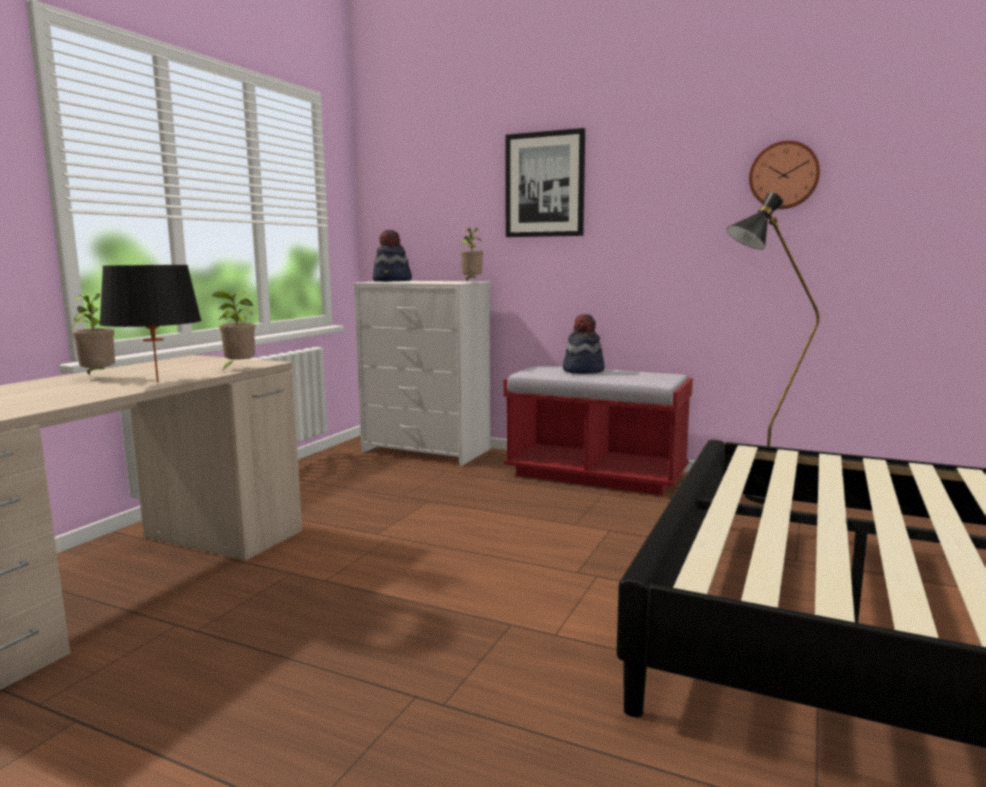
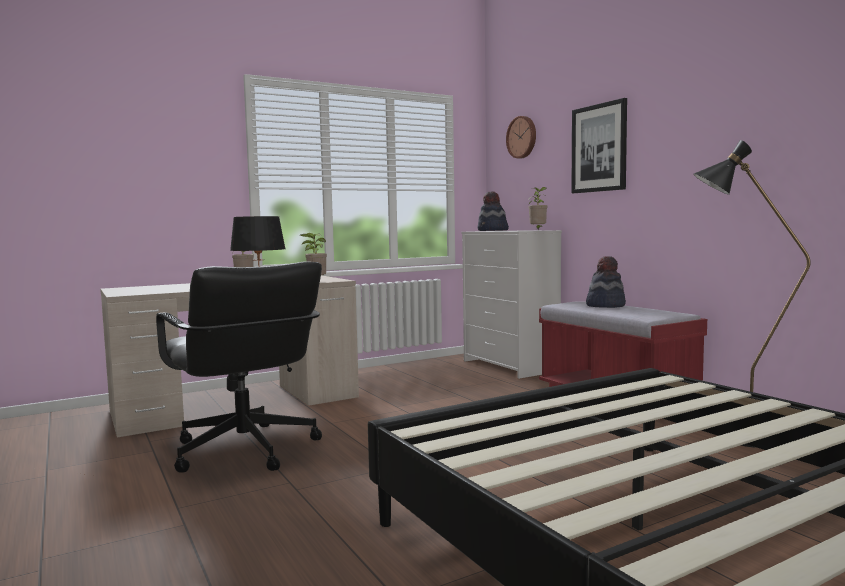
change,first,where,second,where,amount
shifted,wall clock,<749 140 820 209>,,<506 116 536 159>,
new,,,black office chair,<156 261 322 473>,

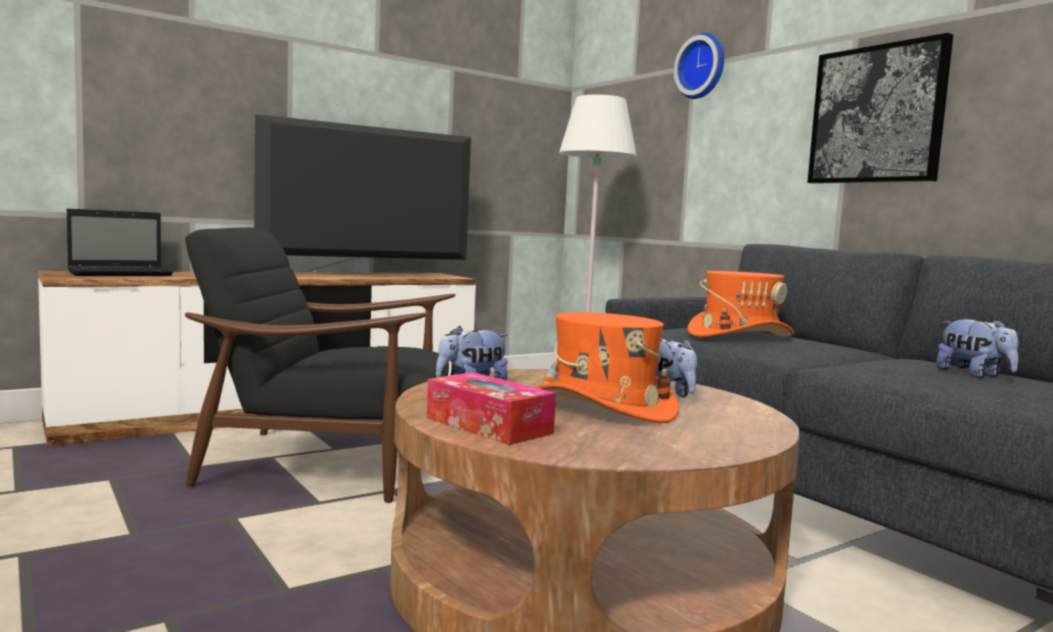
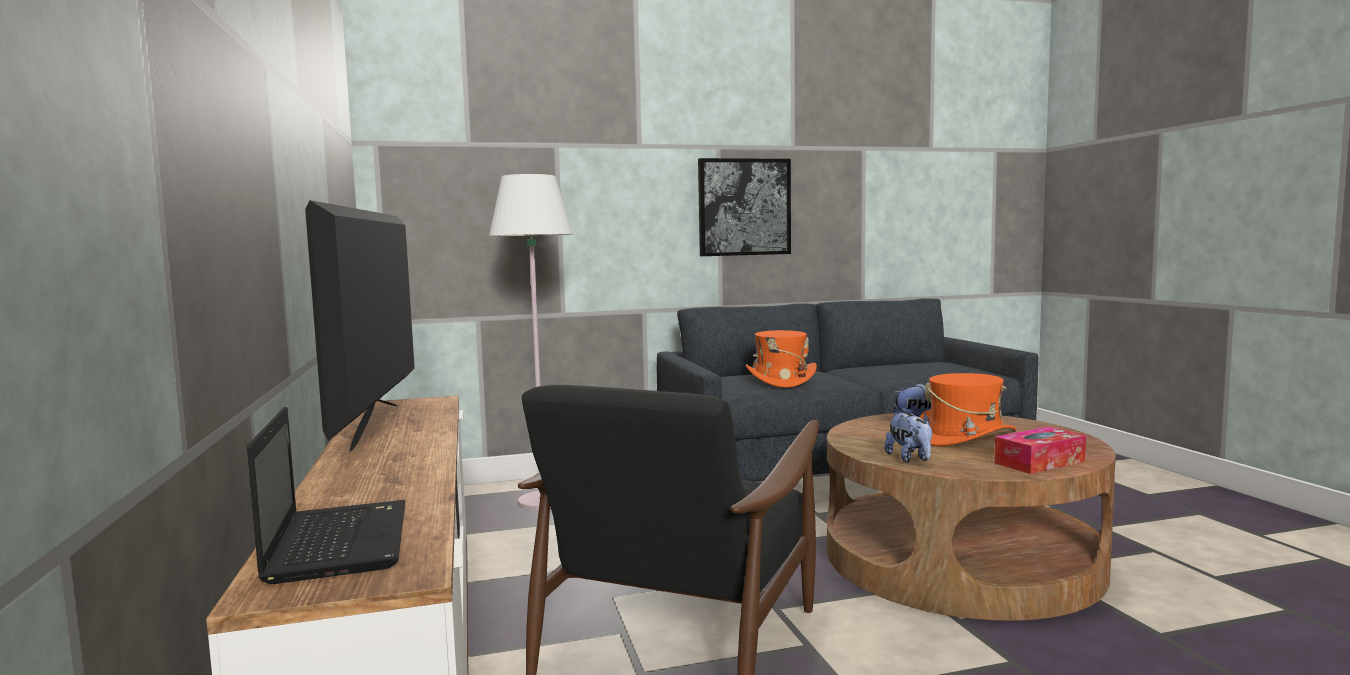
change,first,where,second,where,amount
gone,wall clock,<674 33 724 99>,,,
gone,plush toy,<936 319 1018 378>,,,

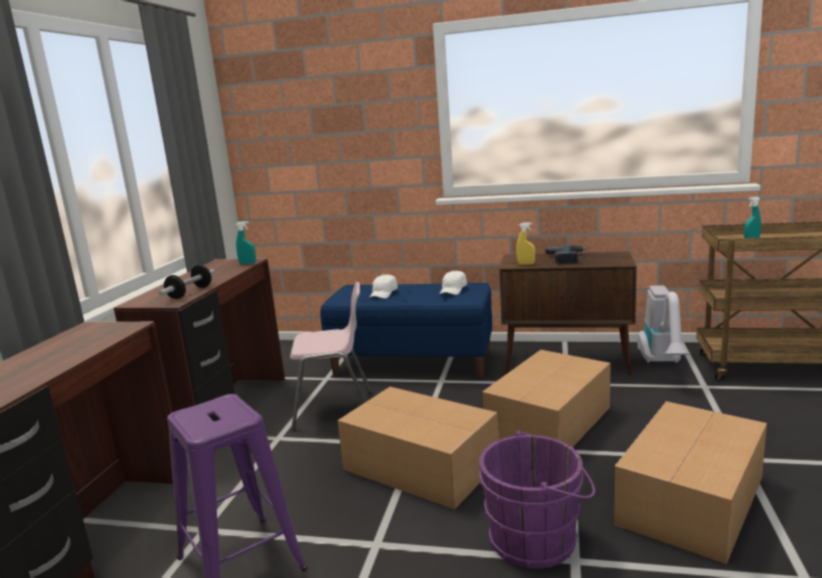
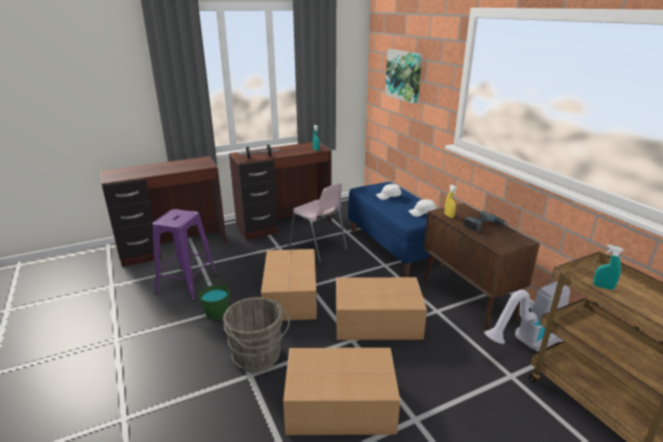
change,first,where,second,where,amount
repainted,purple bucket,<479 431 595 569>,grey bucket,<223 297 290 372>,
new,,,picture,<385 49 422 104>,
new,,,green bucket,<198 280 231 320>,

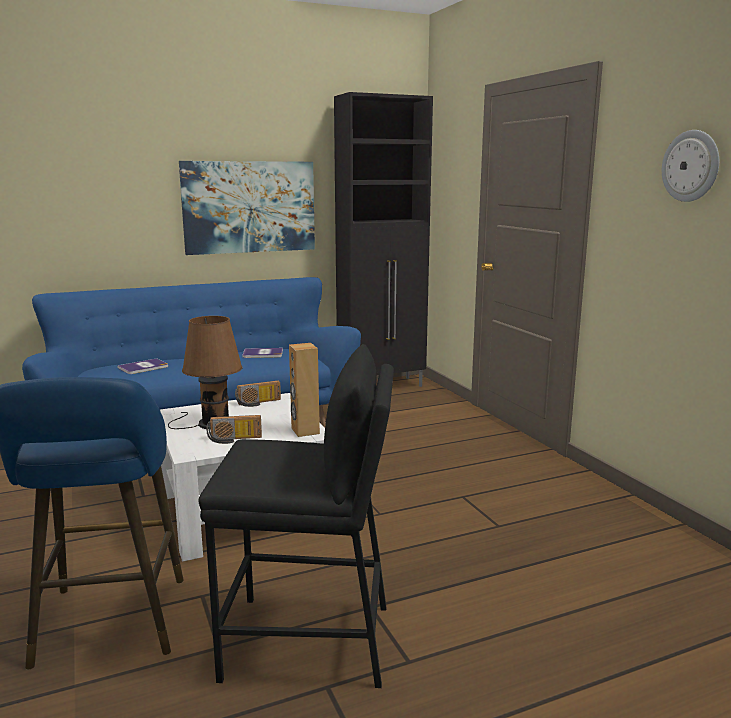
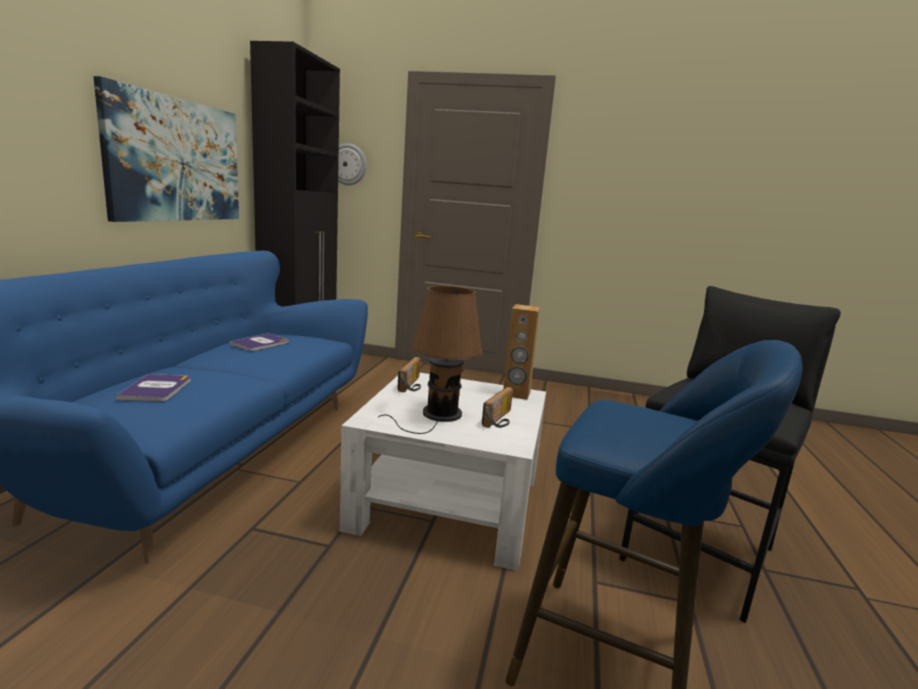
change,first,where,second,where,amount
shifted,wall clock,<662 130 719 202>,,<338 143 366 185>,

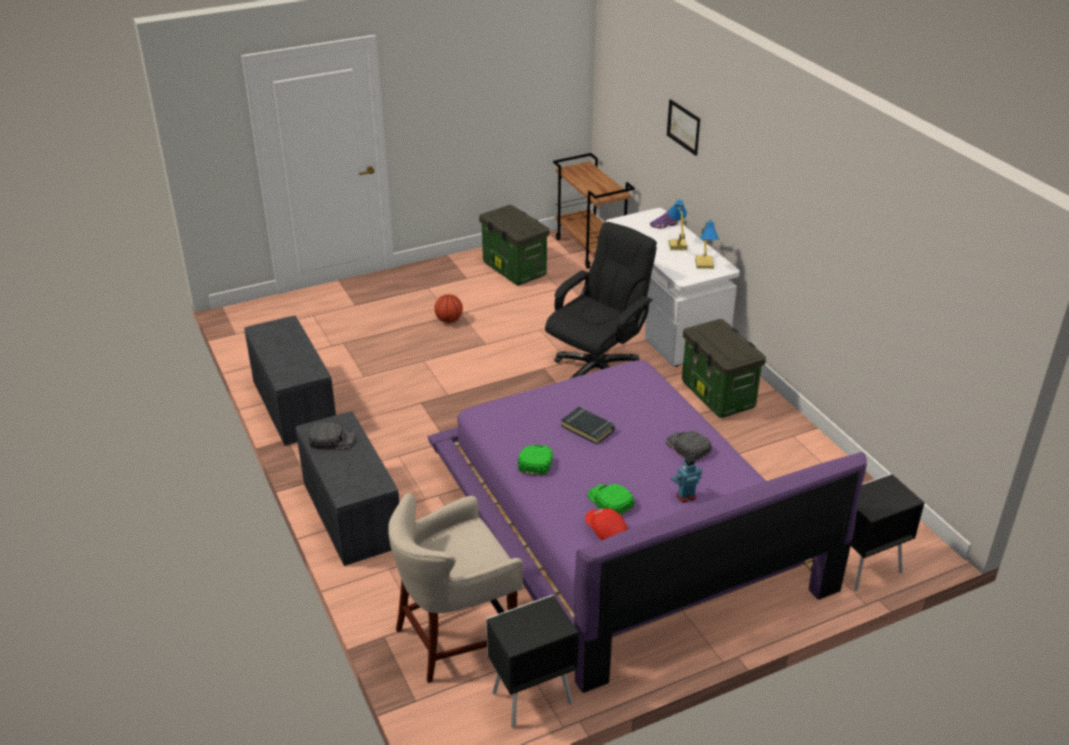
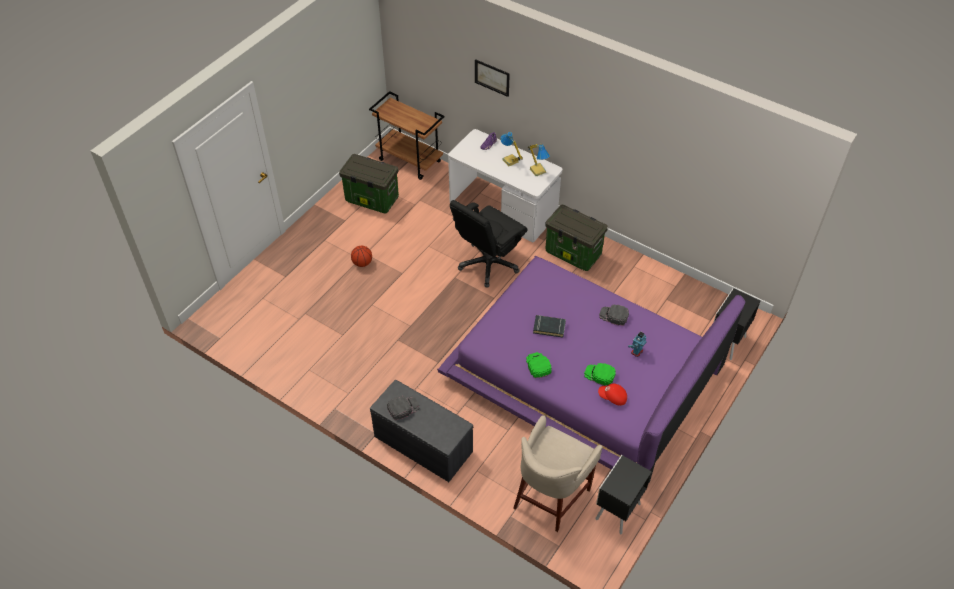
change,first,where,second,where,amount
rotated,black office chair,<545 222 657 379>,,<450 200 527 287>,150 degrees counterclockwise
gone,grey bench,<244 316 336 446>,,,

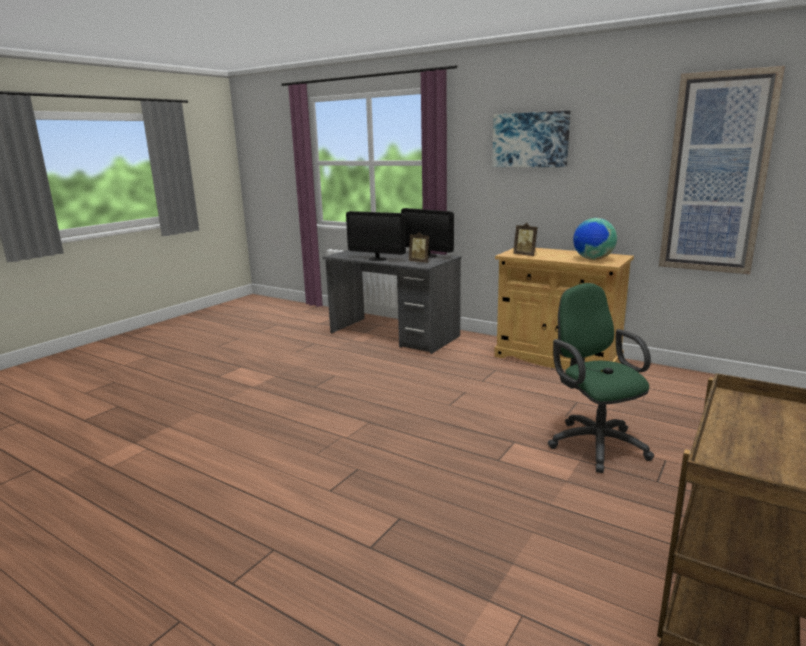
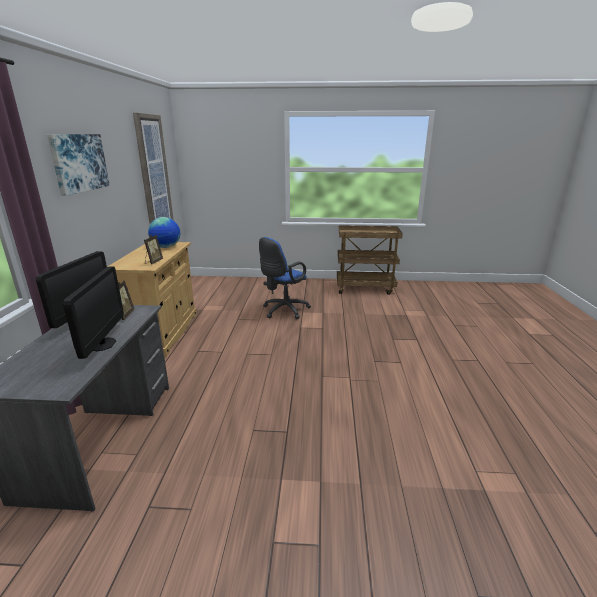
change,first,where,second,where,amount
repainted,green office chair,<548 283 654 473>,blue office chair,<259 237 311 319>,

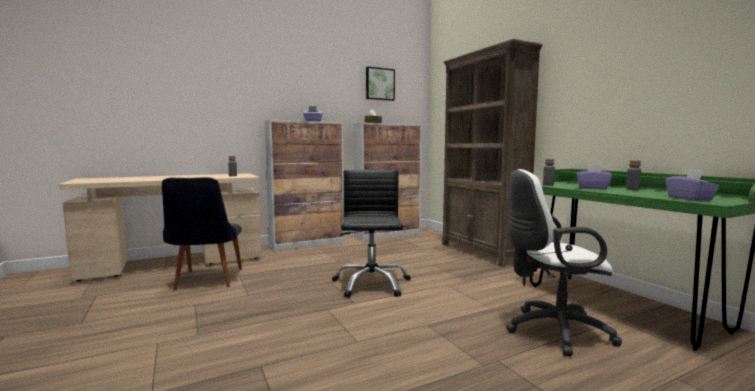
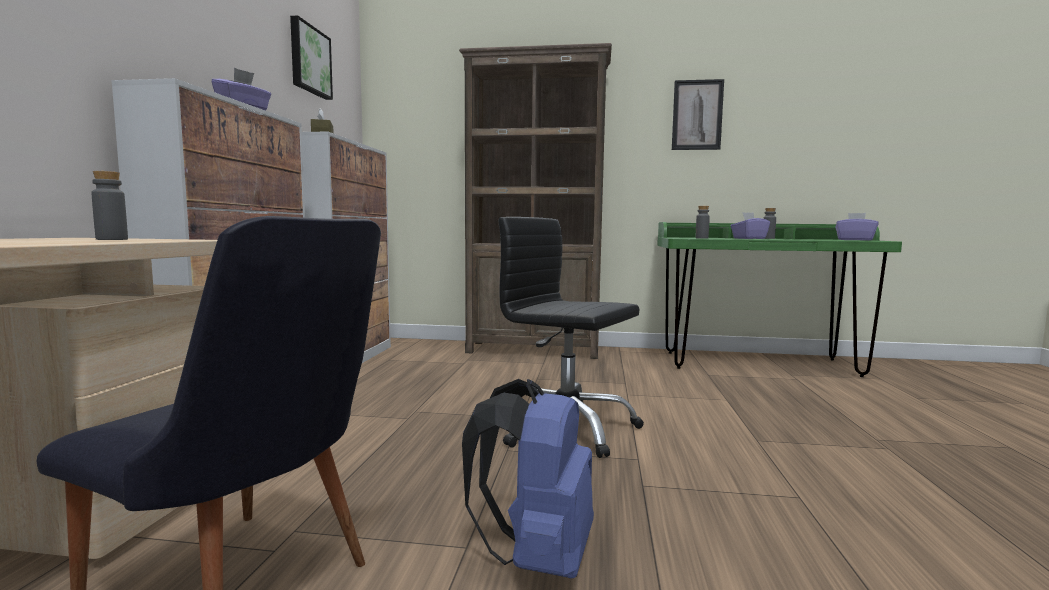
change,first,where,second,where,amount
gone,white office chair,<506 169 622 356>,,,
new,,,picture,<672 79 724 150>,
new,,,blue backpack,<462 379 594 579>,

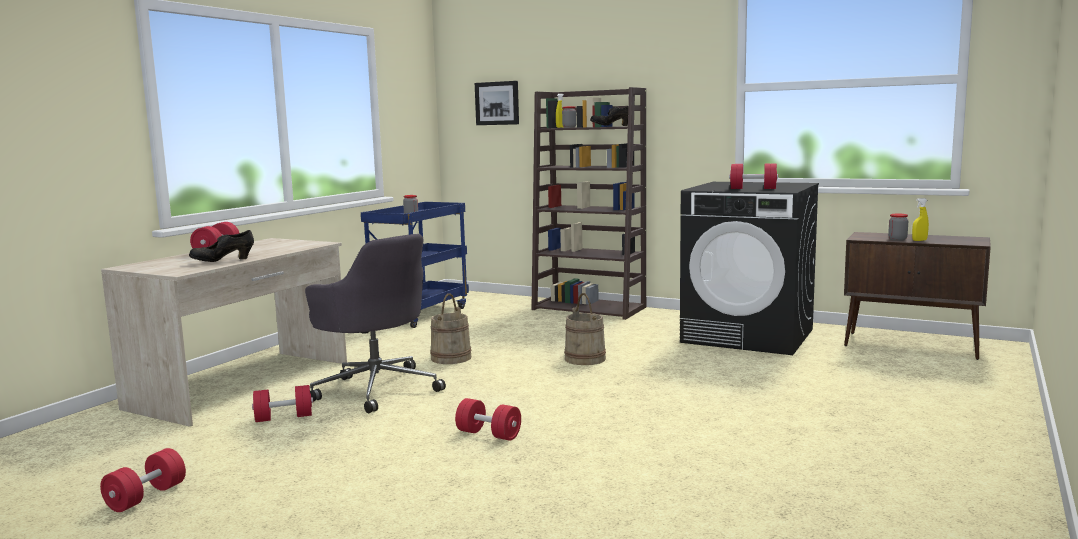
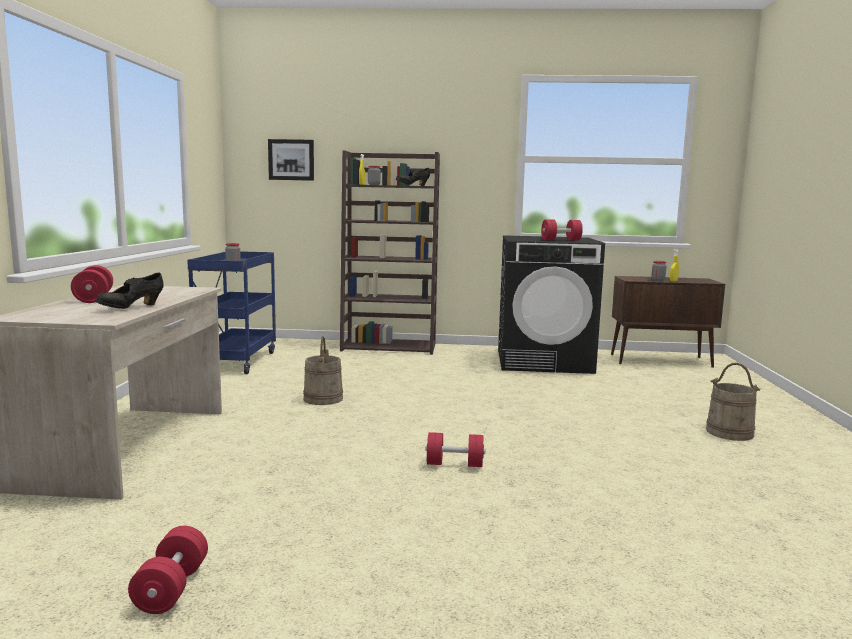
change,first,where,second,where,amount
gone,grey office chair,<305 234 446 413>,,,
shifted,beige bucket,<564 293 606 365>,,<706 363 761 441>,
gone,red dumbbell,<252 385 313 422>,,,

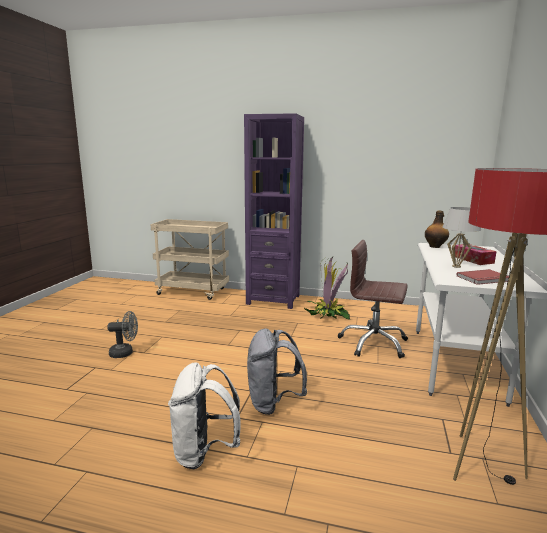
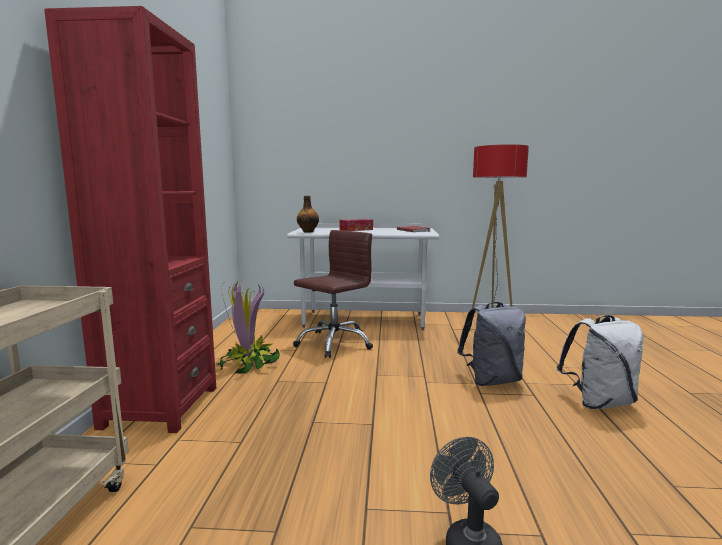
change,first,where,second,where,amount
repainted,purple bookcase,<244 113 304 309>,red bookcase,<44 6 216 433>,
gone,white table lamp,<443 207 481 268>,,,
rotated,brown office chair,<338 240 408 358>,,<293 230 373 358>,150 degrees counterclockwise

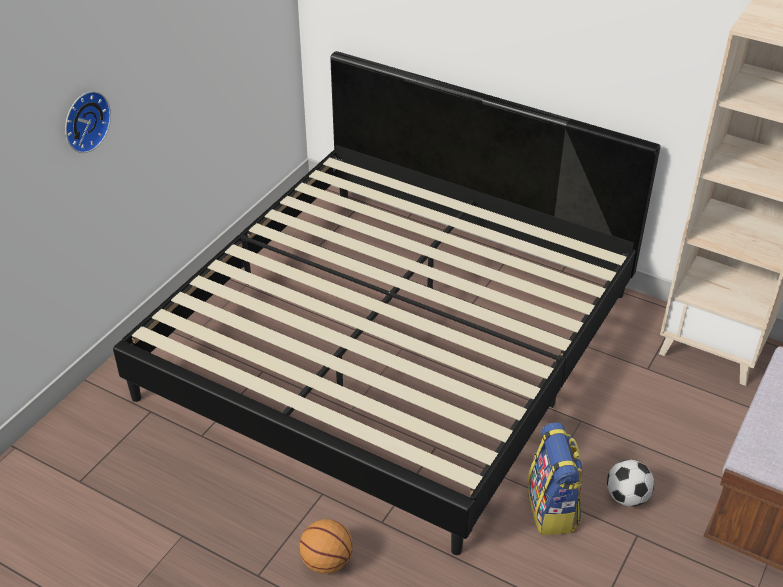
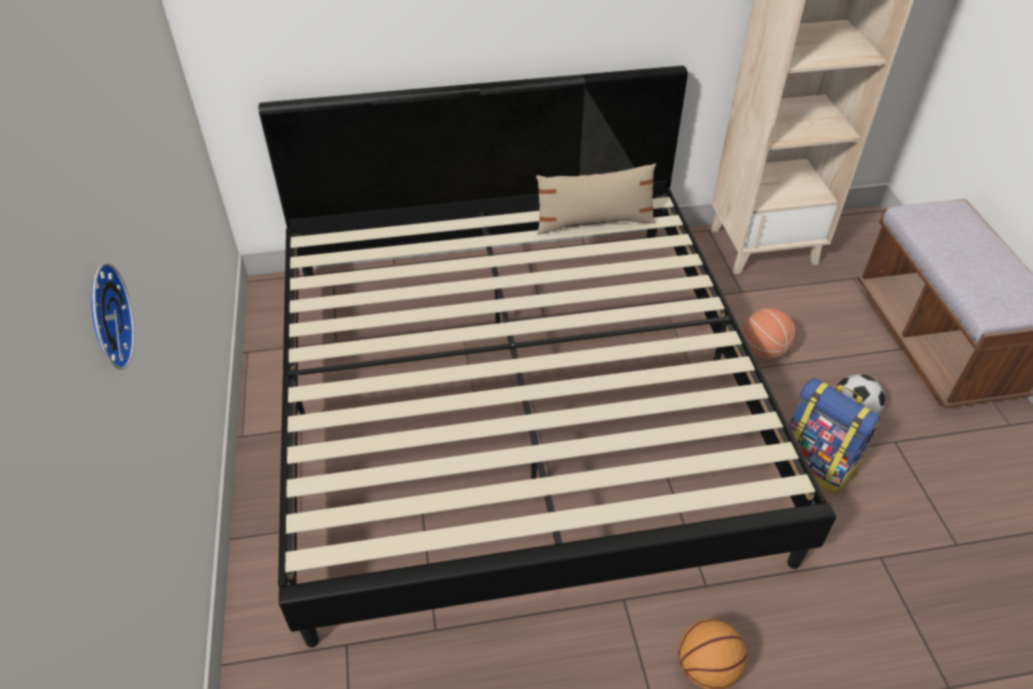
change,first,where,second,where,amount
new,,,beige pillow,<536 163 656 235>,
new,,,basketball,<743 308 796 359>,

